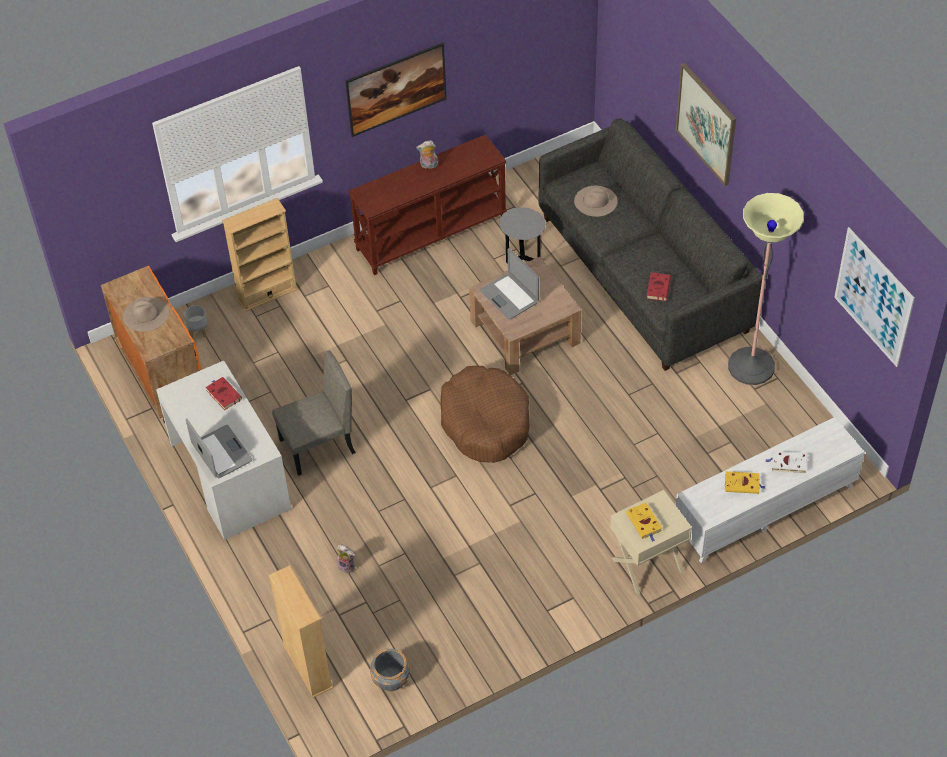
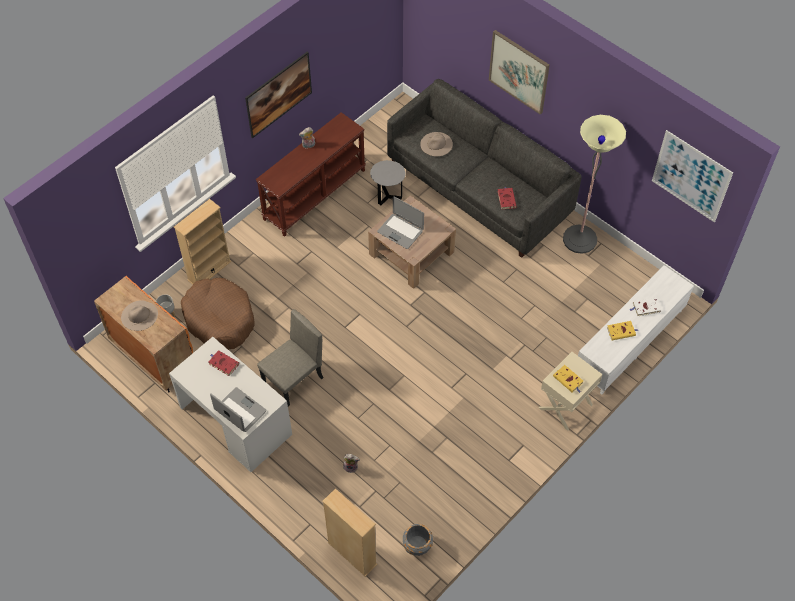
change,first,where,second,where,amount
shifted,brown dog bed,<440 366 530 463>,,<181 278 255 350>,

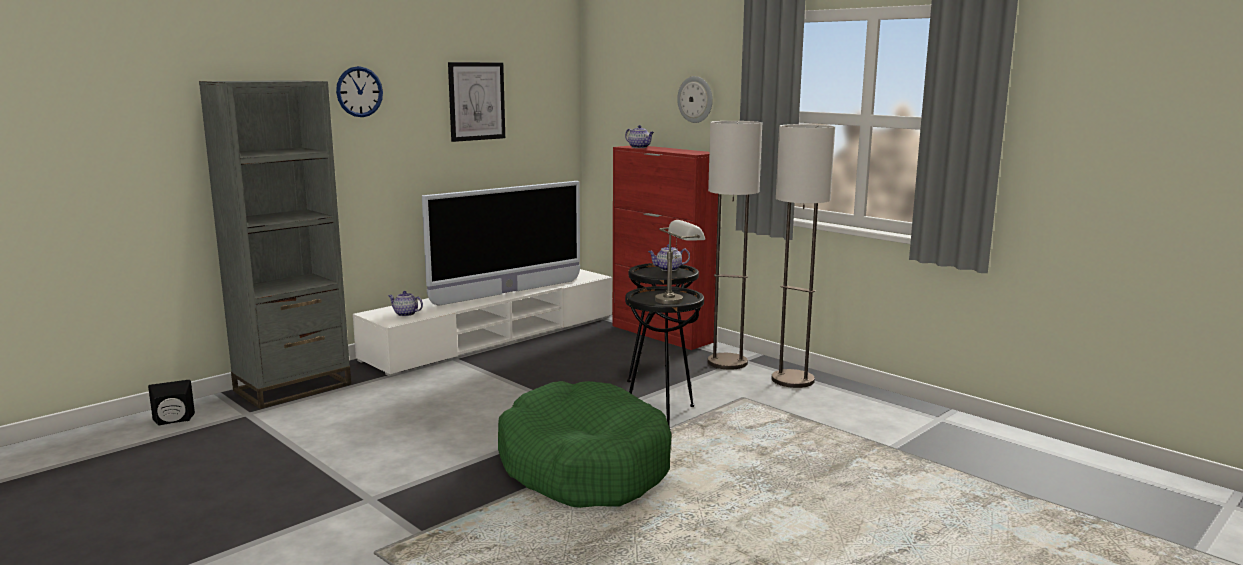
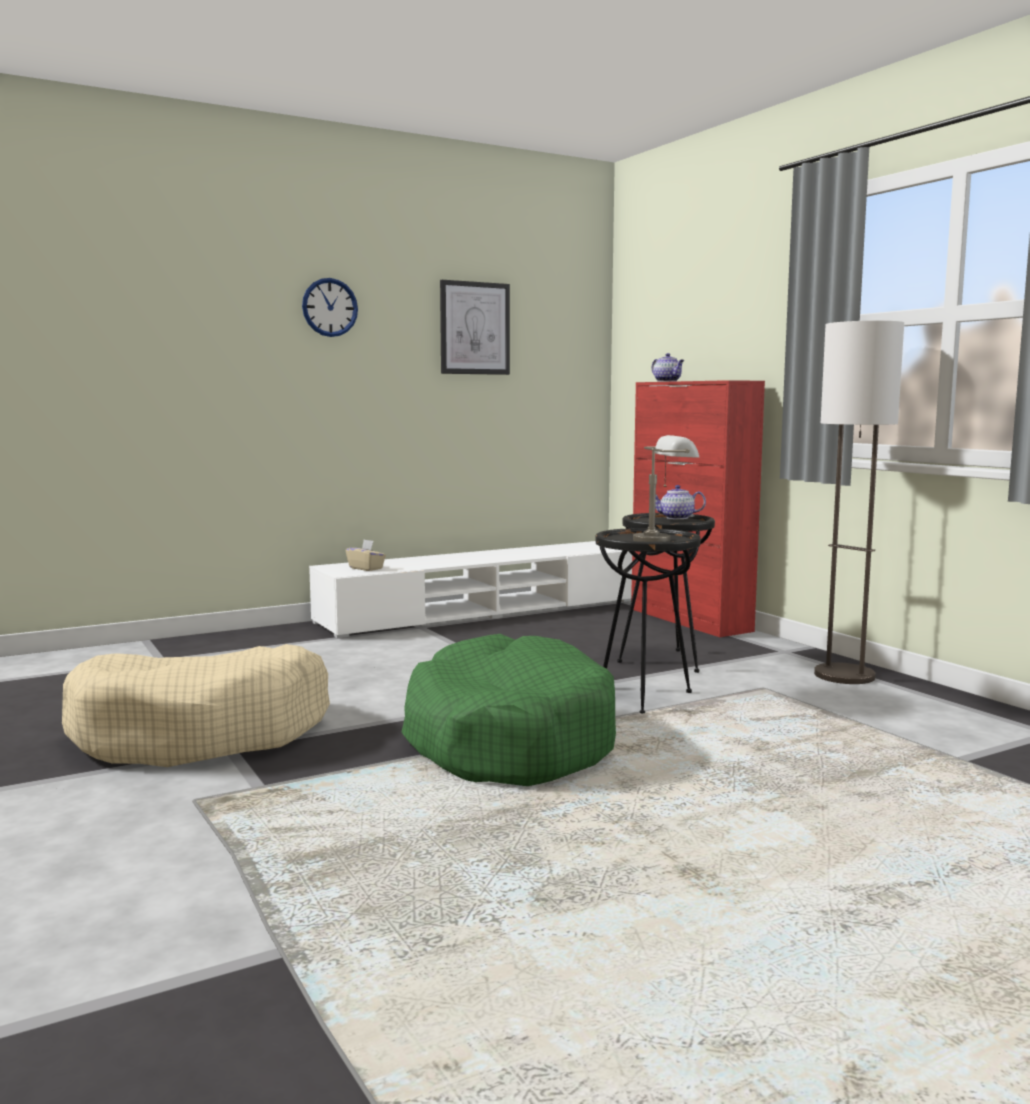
change,first,where,second,where,amount
gone,wall clock,<677 76 713 123>,,,
gone,grey bookcase,<199 80 351 409>,,,
gone,floor lamp,<708 121 762 370>,,,
gone,television,<422 181 580 306>,,,
swapped,teapot,<388 291 423 316>,beige tissue box,<346 540 386 571>,
gone,black speaker,<148 380 195 425>,,,
new,,,beige dog bed,<62 644 330 767>,

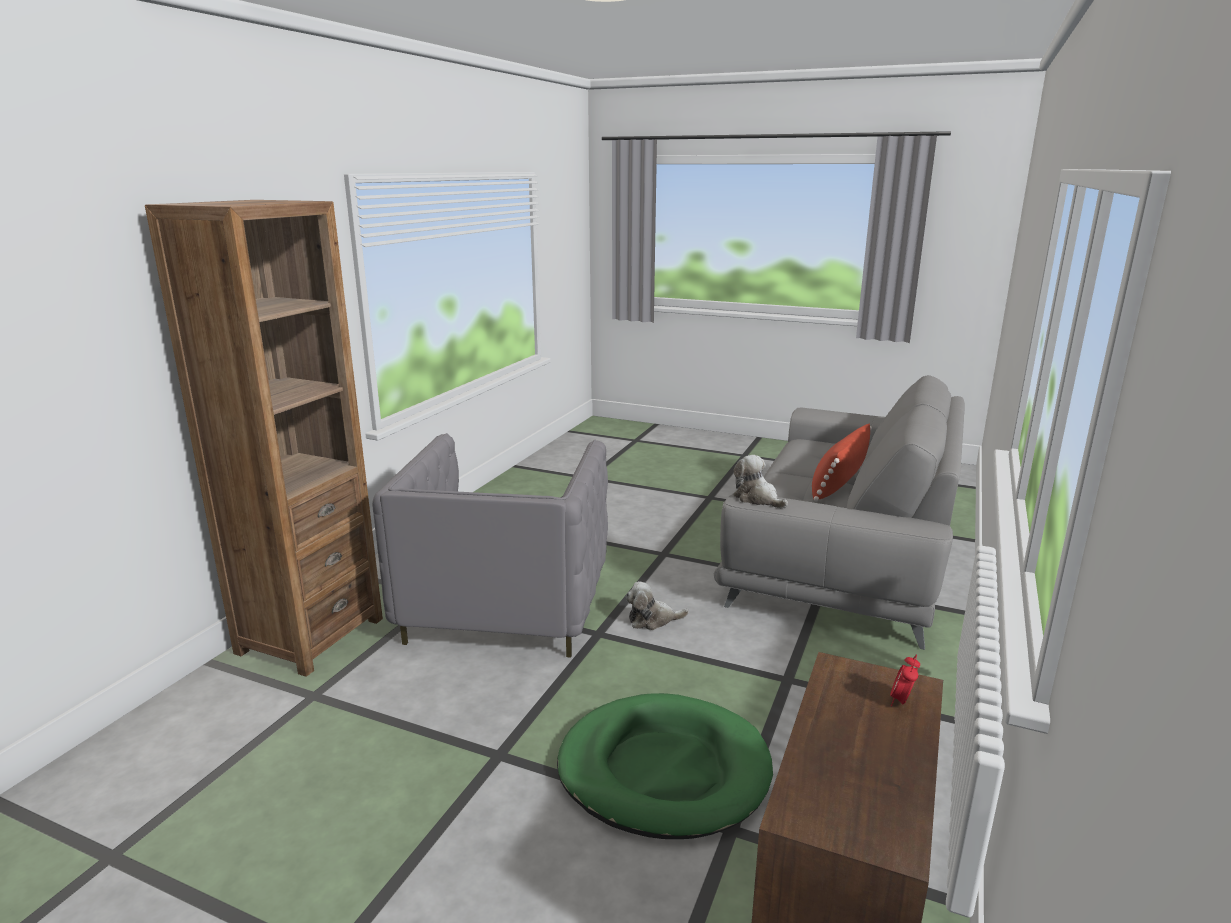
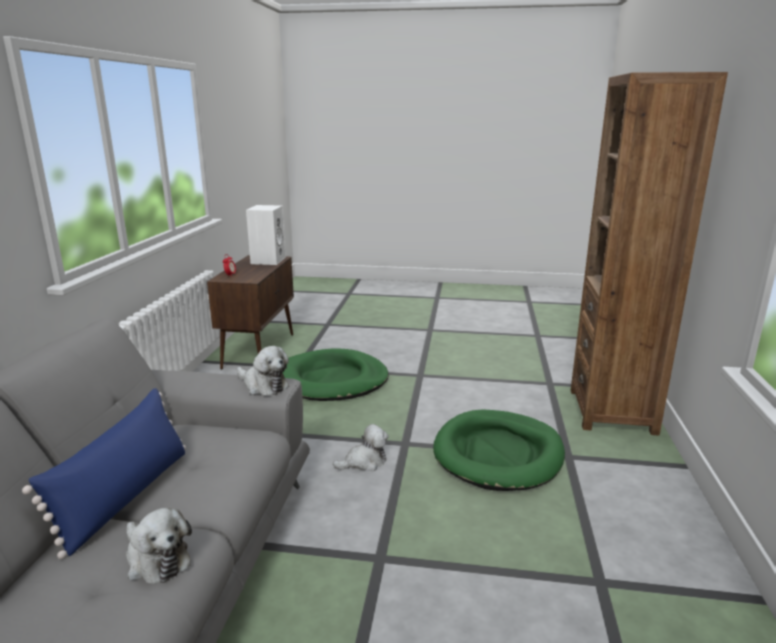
change,first,where,second,where,amount
repainted,red pillow,<812 423 872 501>,blue pillow,<22 388 186 559>,
swapped,grey armchair,<372 433 608 658>,green dog bed,<433 409 565 491>,
new,,,white speaker,<246 205 286 265>,
new,,,plush toy,<126 508 192 584>,

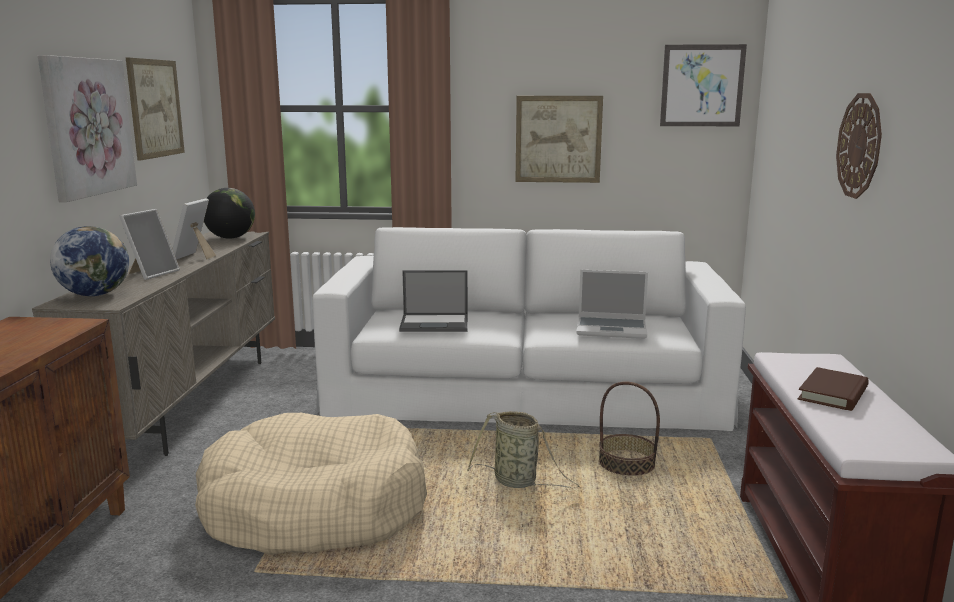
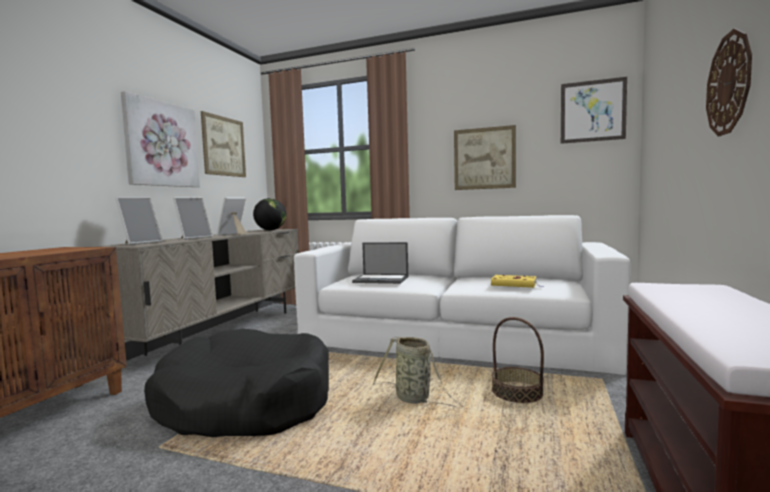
change,first,where,second,where,amount
swapped,globe,<50 226 129 296>,picture frame,<115 197 163 245>,
swapped,laptop,<576 270 648 339>,yellow book,<491 275 544 288>,
gone,brown book,<798 367 869 411>,,,
repainted,beige dog bed,<195 413 427 555>,black dog bed,<144 329 329 437>,

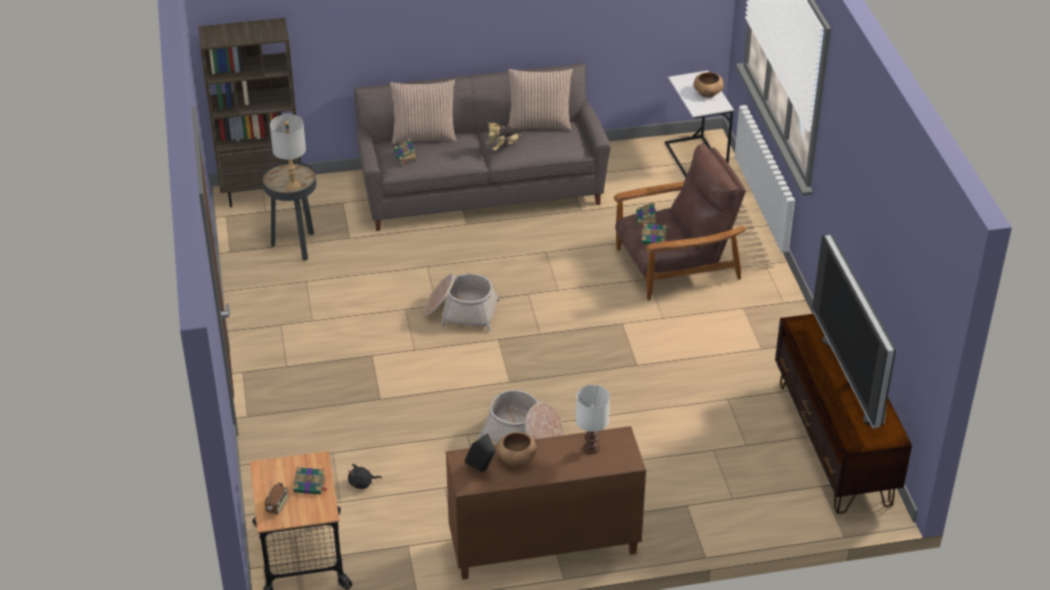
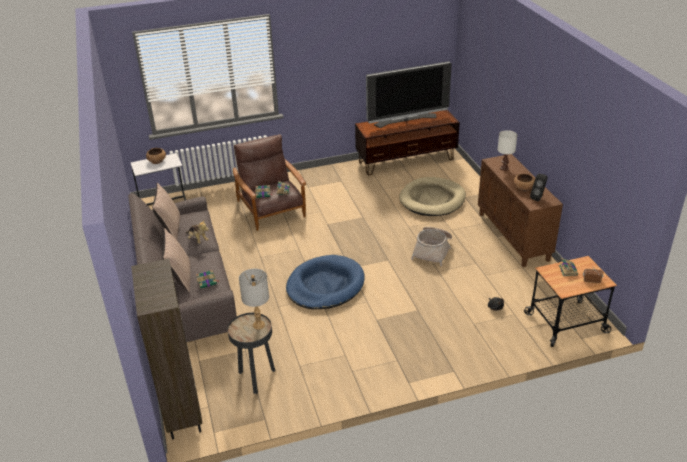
change,first,where,second,where,amount
swapped,basket,<424 274 500 332>,blue dog bed,<286 255 365 309>,
new,,,beige dog bed,<399 177 466 216>,

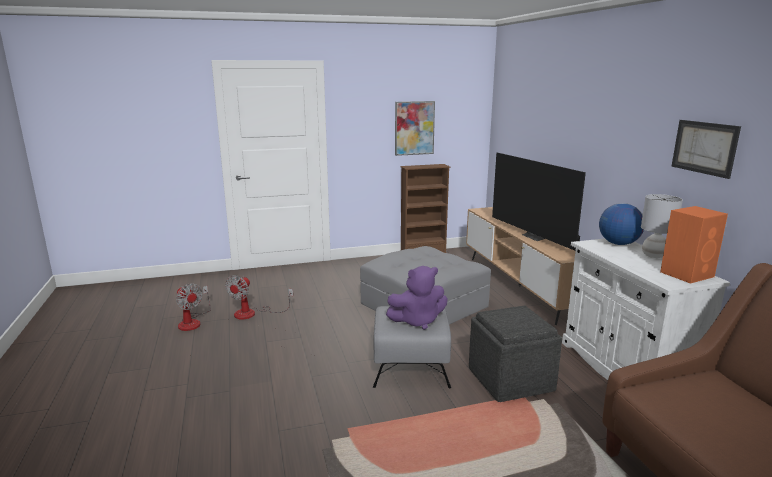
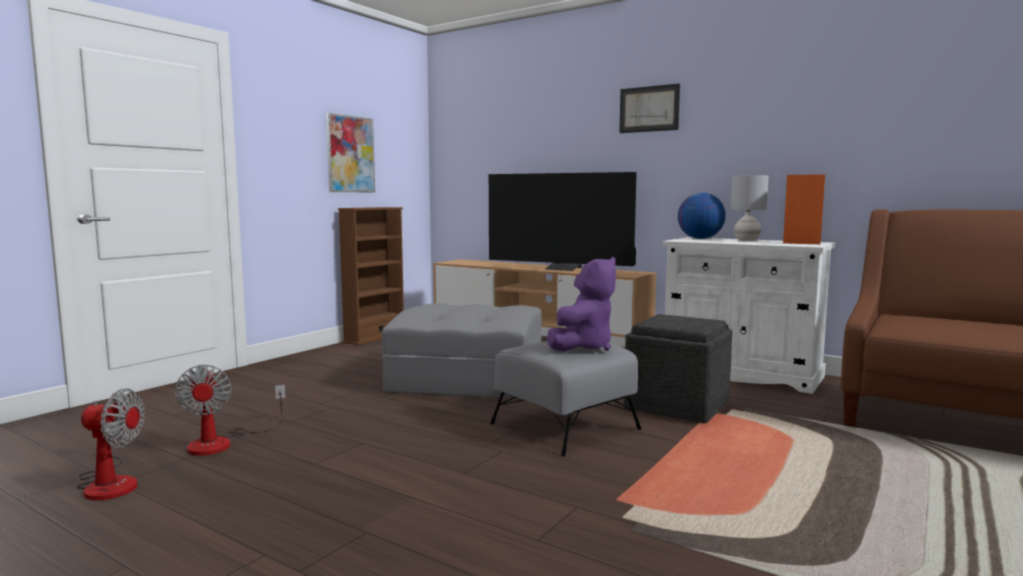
change,first,where,second,where,amount
shifted,picture,<671 120 741 179>,,<619 83 680 133>,

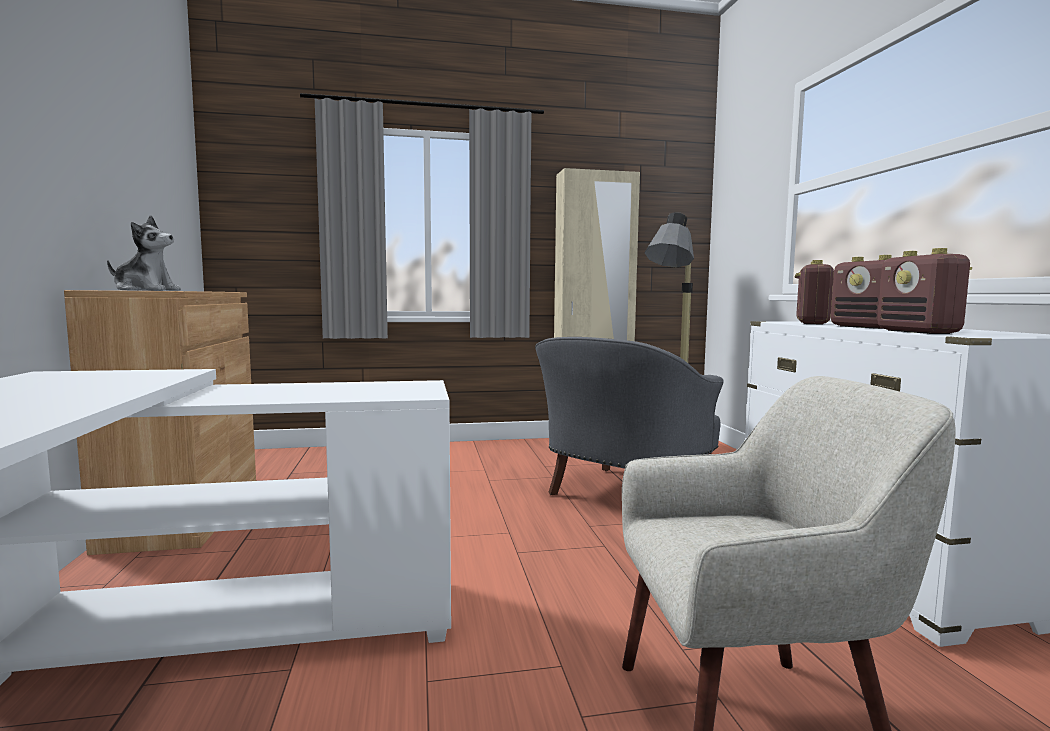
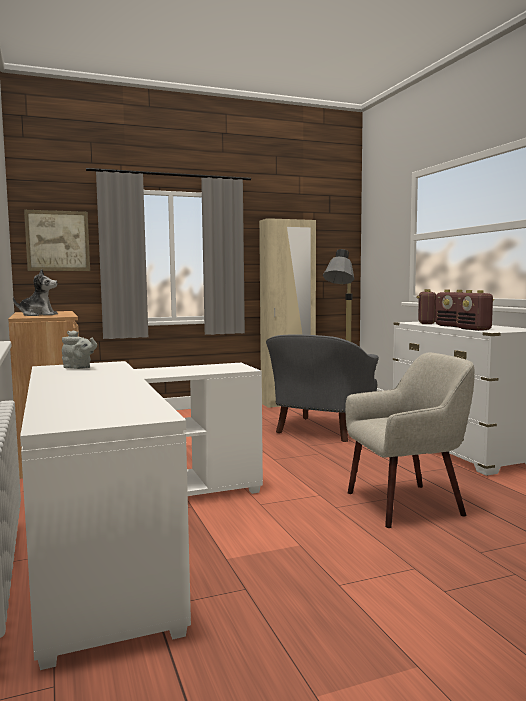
change,first,where,second,where,amount
new,,,picture,<24 210 90 271>,
new,,,grey teapot,<62 330 97 369>,

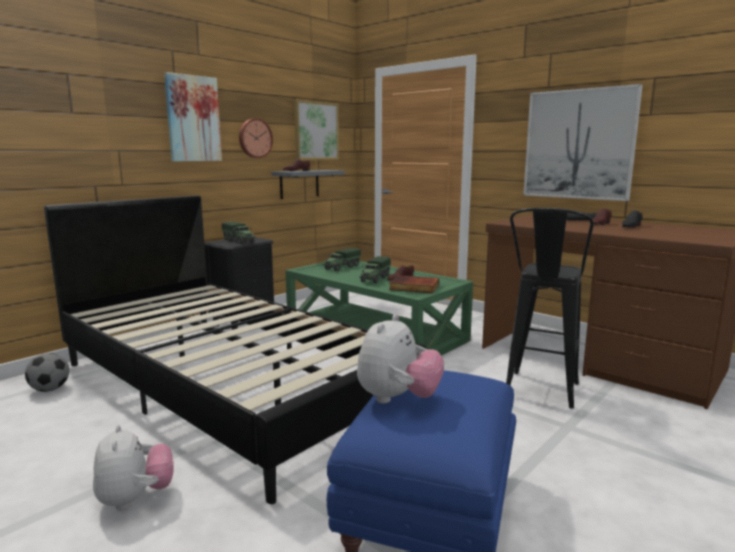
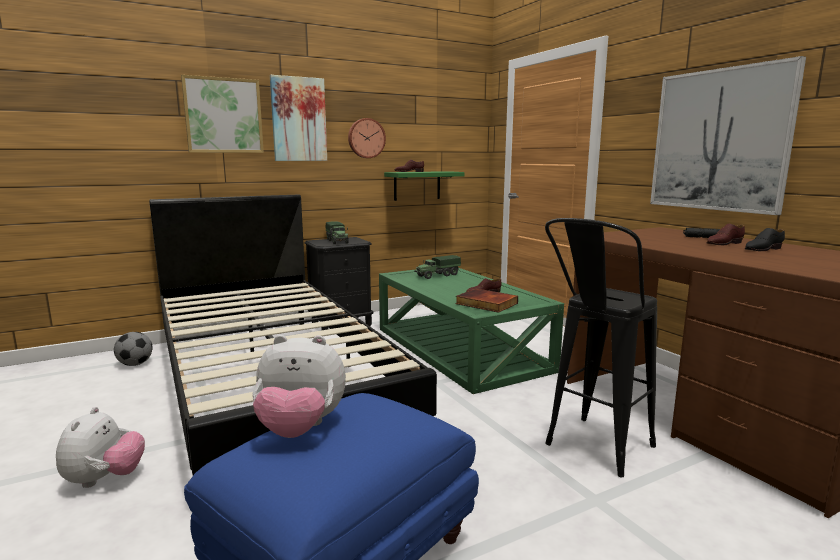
change,first,where,second,where,amount
shifted,picture,<294 100 339 160>,,<181 75 264 153>,
repainted,grey shelf,<271 170 345 199>,green shelf,<384 171 465 201>,
gone,toy truck,<359 256 391 283>,,,
rotated,plush toy,<357 314 444 404>,,<252 335 346 438>,45 degrees clockwise

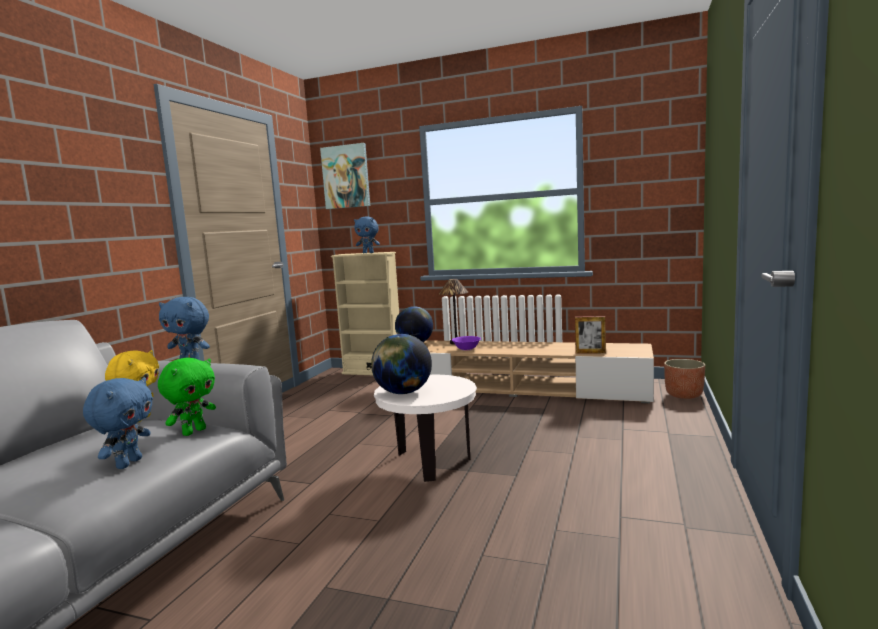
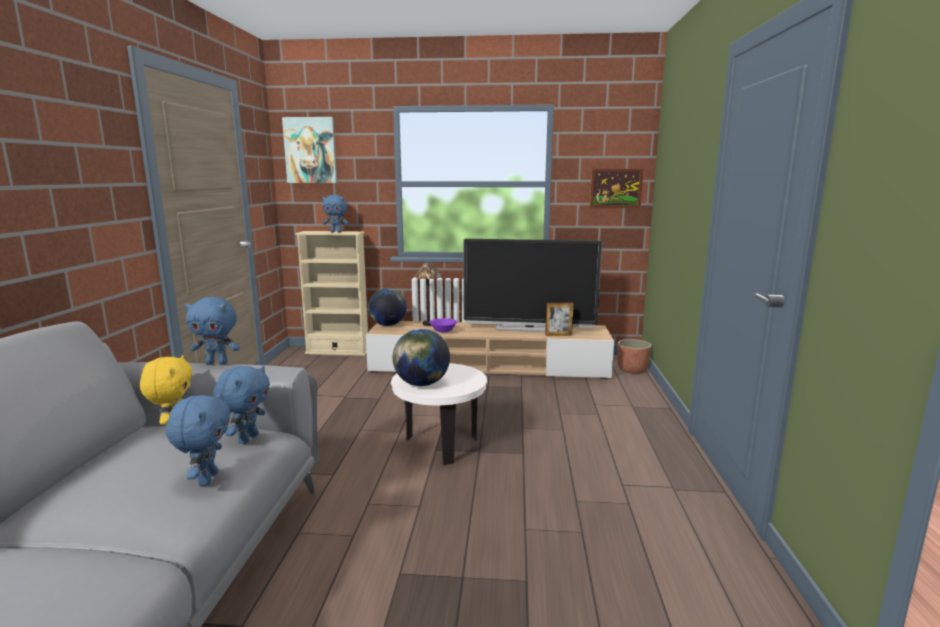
change,first,where,second,where,amount
repainted,green plush toy,<158 358 216 436>,blue plush toy,<213 366 270 444>,
new,,,picture,<590 169 643 208>,
new,,,television,<463 239 602 332>,

